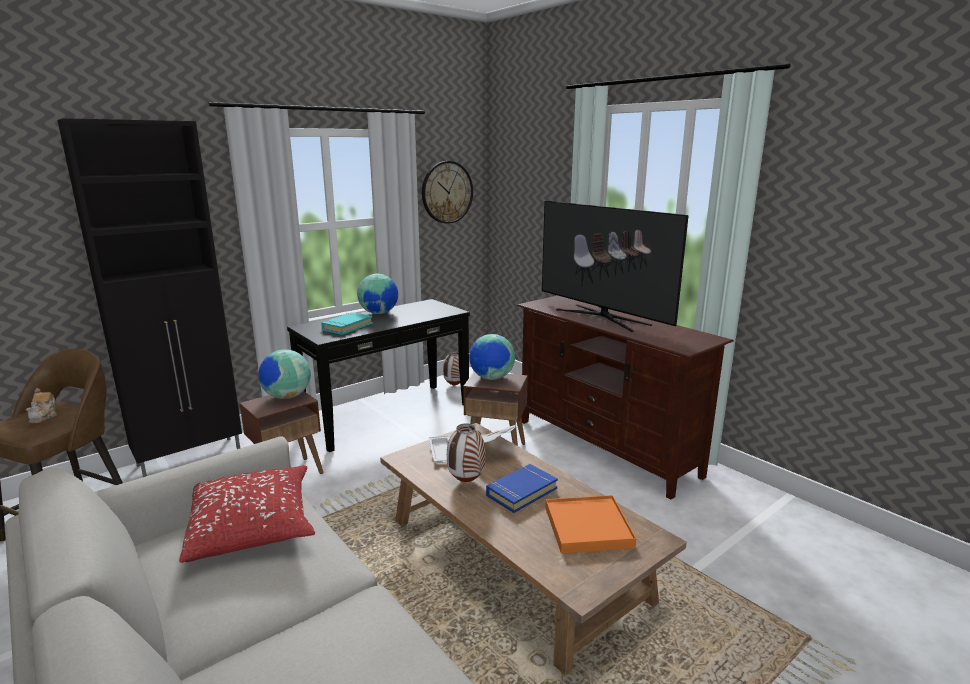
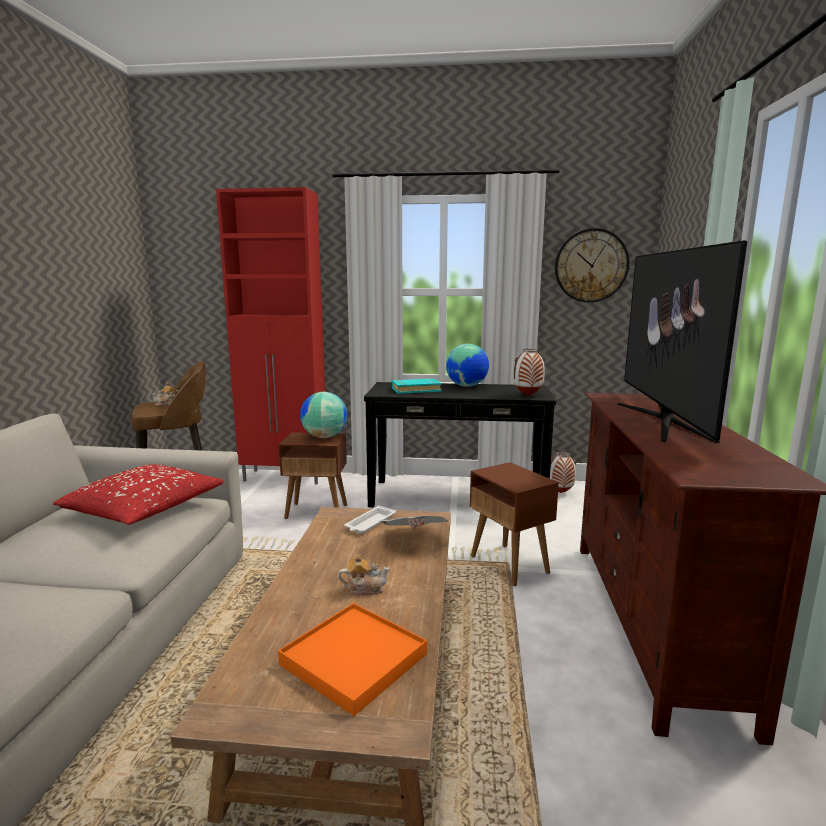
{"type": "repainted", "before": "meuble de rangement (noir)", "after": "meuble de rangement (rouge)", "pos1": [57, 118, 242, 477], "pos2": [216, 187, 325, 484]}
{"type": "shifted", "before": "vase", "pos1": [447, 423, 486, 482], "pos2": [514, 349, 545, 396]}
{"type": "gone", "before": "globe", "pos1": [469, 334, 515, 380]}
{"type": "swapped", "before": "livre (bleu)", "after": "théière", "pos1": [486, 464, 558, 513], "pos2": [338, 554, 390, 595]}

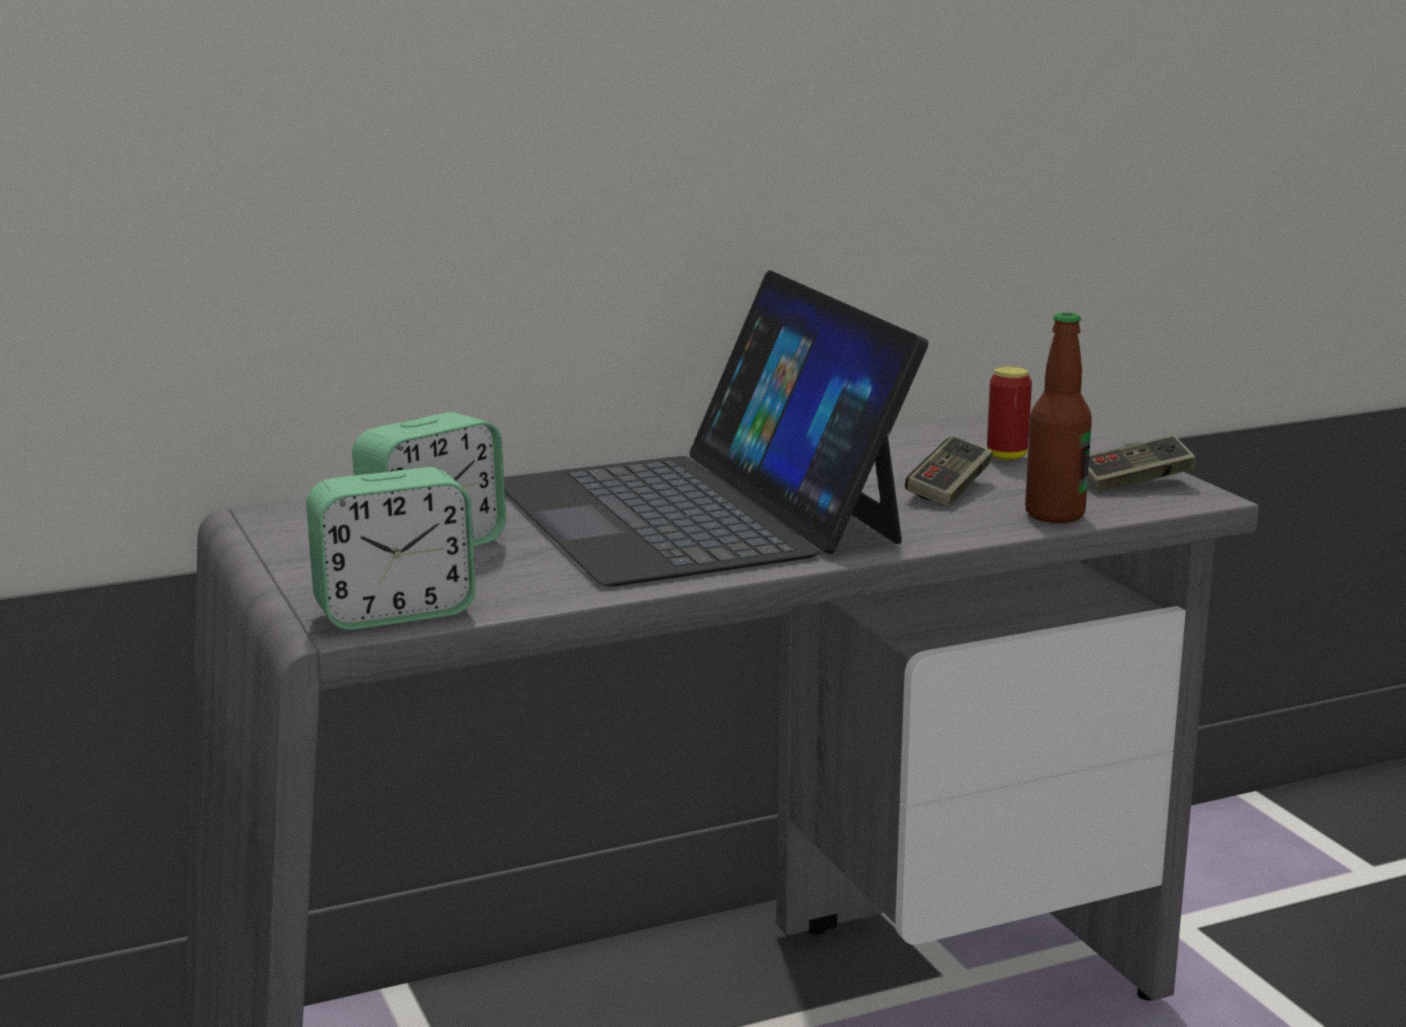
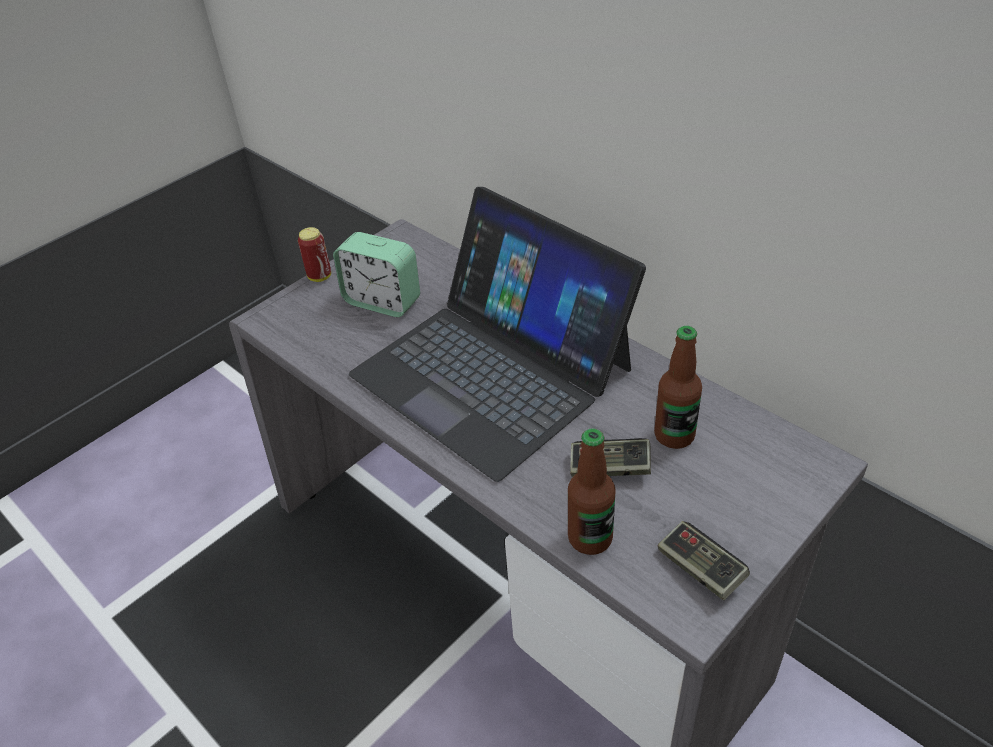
{"type": "gone", "before": "réveil", "pos1": [306, 467, 476, 630]}
{"type": "rotated", "before": "ordinateur portable", "pos1": [504, 270, 928, 587], "pos2": [349, 187, 646, 482], "turn": -90}
{"type": "shifted", "before": "boîte métallique", "pos1": [987, 366, 1032, 460], "pos2": [298, 227, 331, 282]}
{"type": "new", "after": "bouteille", "pos2": [654, 326, 702, 449]}

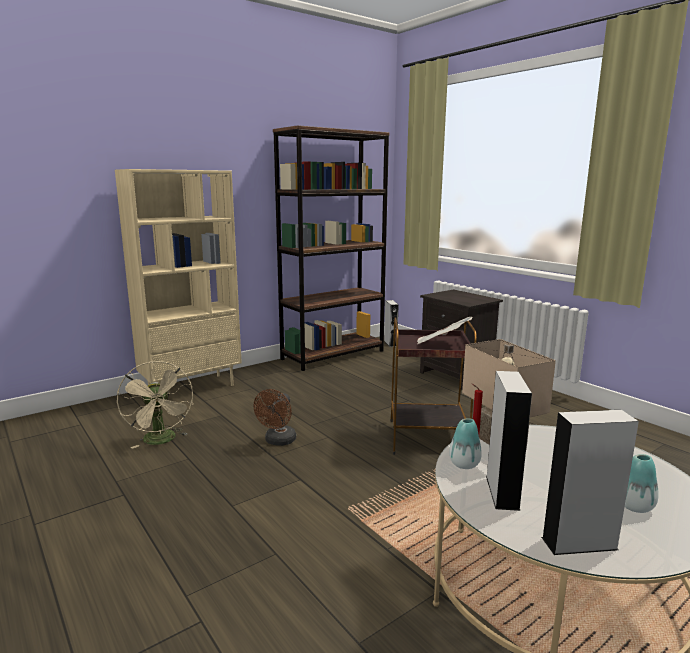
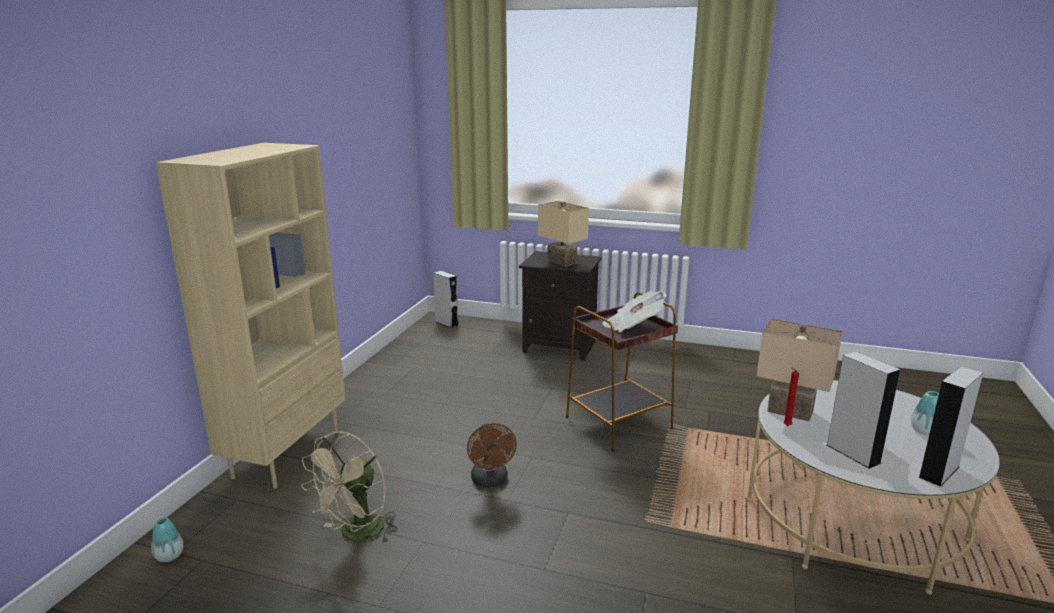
{"type": "rotated", "before": "ventilateur (beige)", "pos1": [117, 361, 193, 449], "pos2": [301, 431, 398, 544], "turn": 90}
{"type": "gone", "before": "bibliothèque (marron)", "pos1": [273, 125, 390, 371]}
{"type": "shifted", "before": "vase", "pos1": [449, 418, 482, 469], "pos2": [151, 517, 183, 562]}
{"type": "new", "after": "lampe de table (beige)", "pos2": [538, 201, 589, 267]}

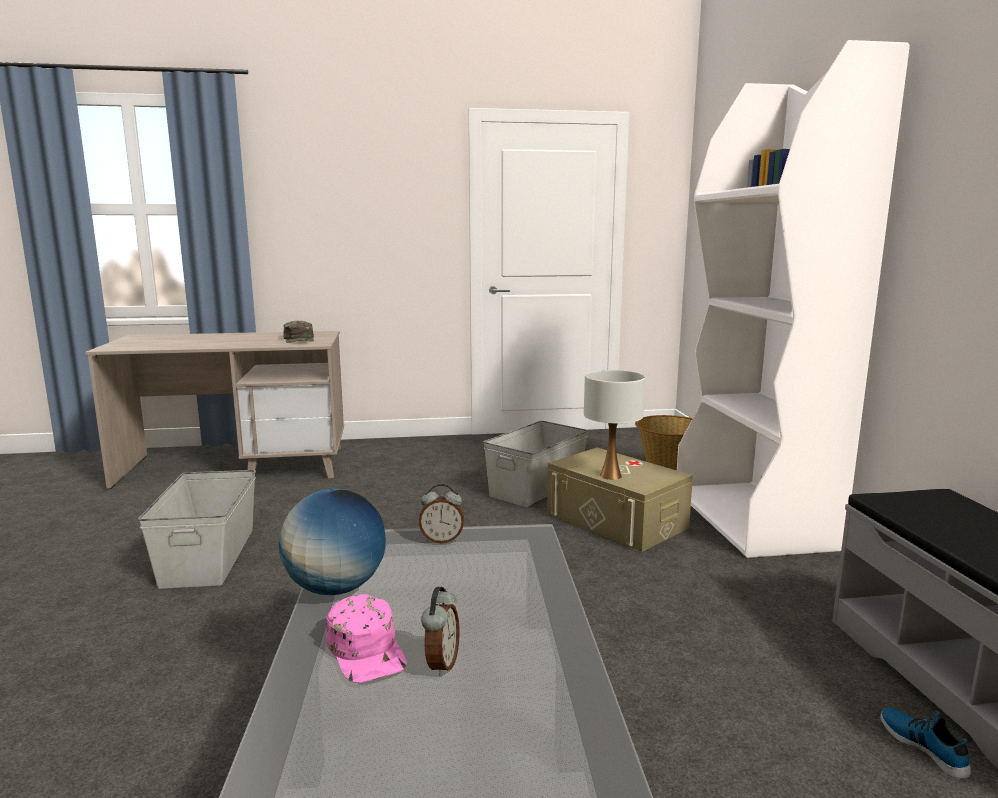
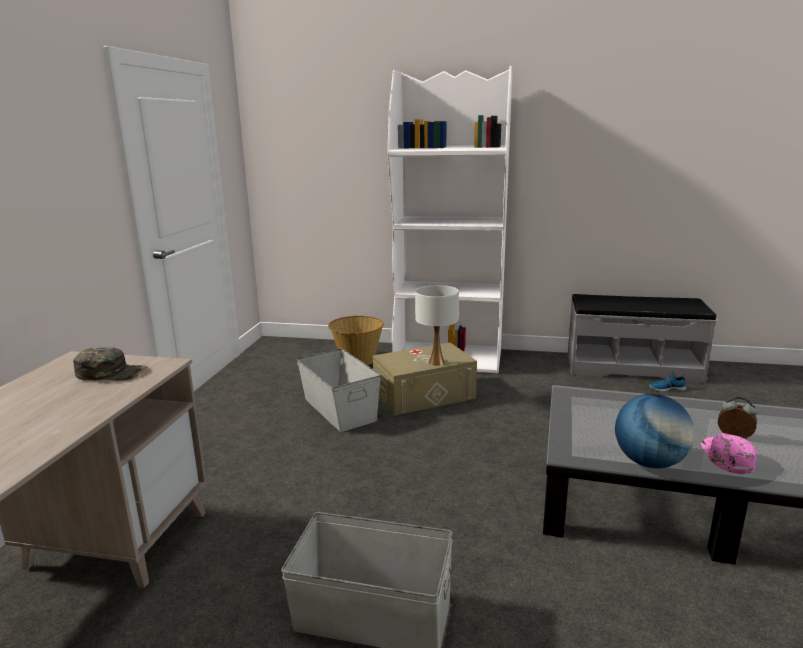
{"type": "rotated", "before": "casquette (rose)", "pos1": [326, 594, 407, 683], "pos2": [701, 433, 757, 474], "turn": -75}
{"type": "gone", "before": "réveil", "pos1": [419, 484, 464, 544]}

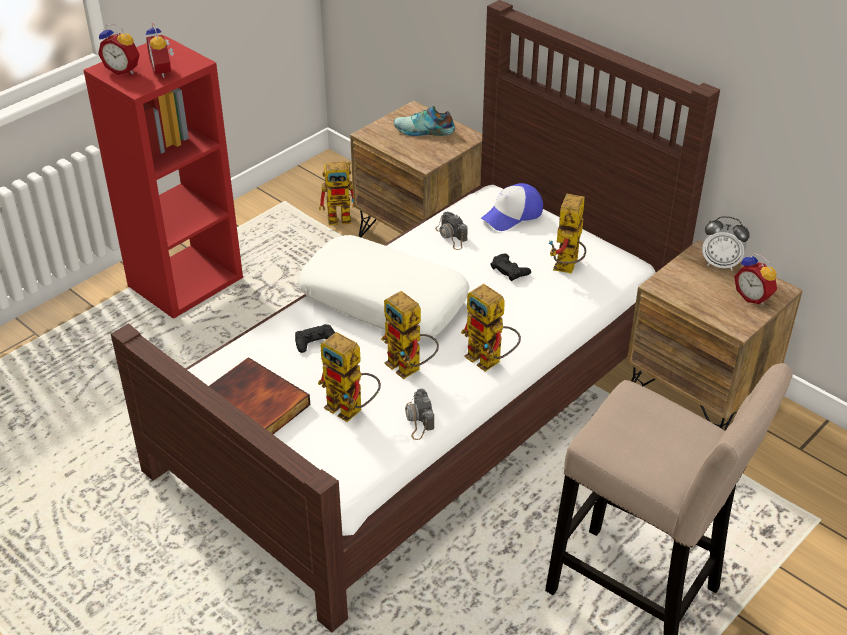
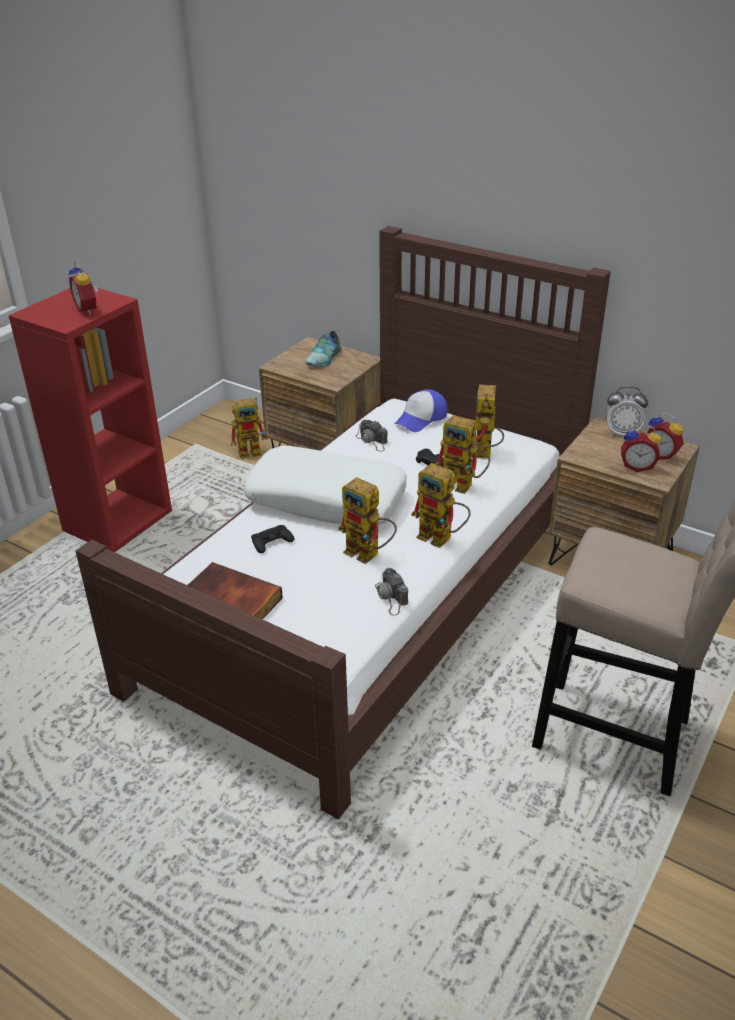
{"type": "shifted", "before": "réveil", "pos1": [98, 24, 140, 75], "pos2": [621, 425, 662, 472]}
{"type": "shifted", "before": "robot jouet", "pos1": [318, 332, 381, 422], "pos2": [435, 415, 490, 494]}
{"type": "rotated", "before": "chaussure", "pos1": [394, 106, 455, 136], "pos2": [306, 331, 341, 367], "turn": -60}

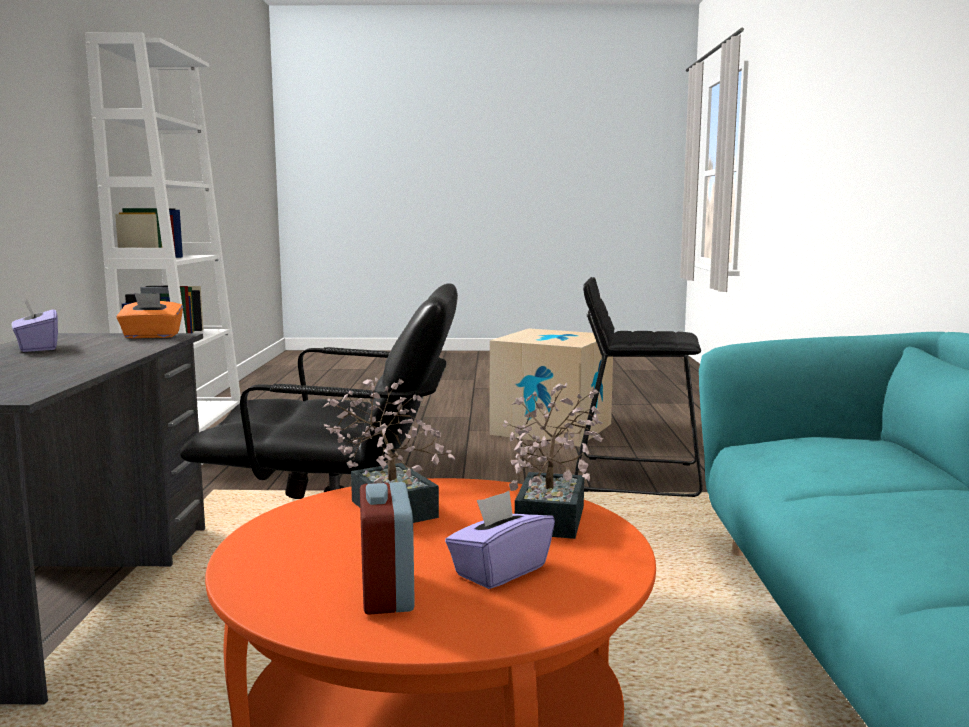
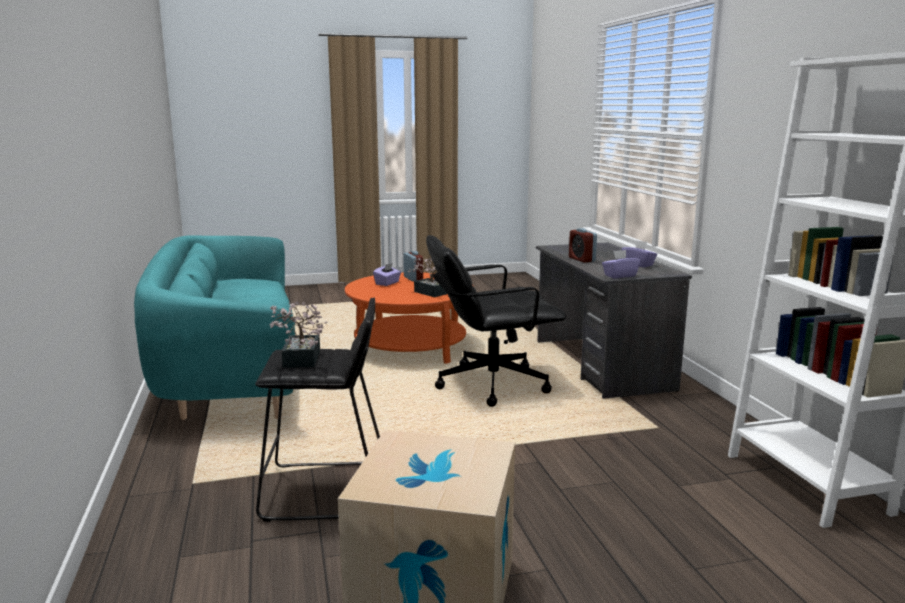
{"type": "repainted", "before": "boîte à mouchoirs (orange)", "after": "boîte à mouchoirs (violet)", "pos1": [116, 293, 183, 338], "pos2": [602, 250, 640, 278]}
{"type": "shifted", "before": "plante en pot", "pos1": [502, 383, 603, 539], "pos2": [269, 301, 327, 368]}
{"type": "new", "after": "réveil", "pos2": [569, 228, 597, 263]}

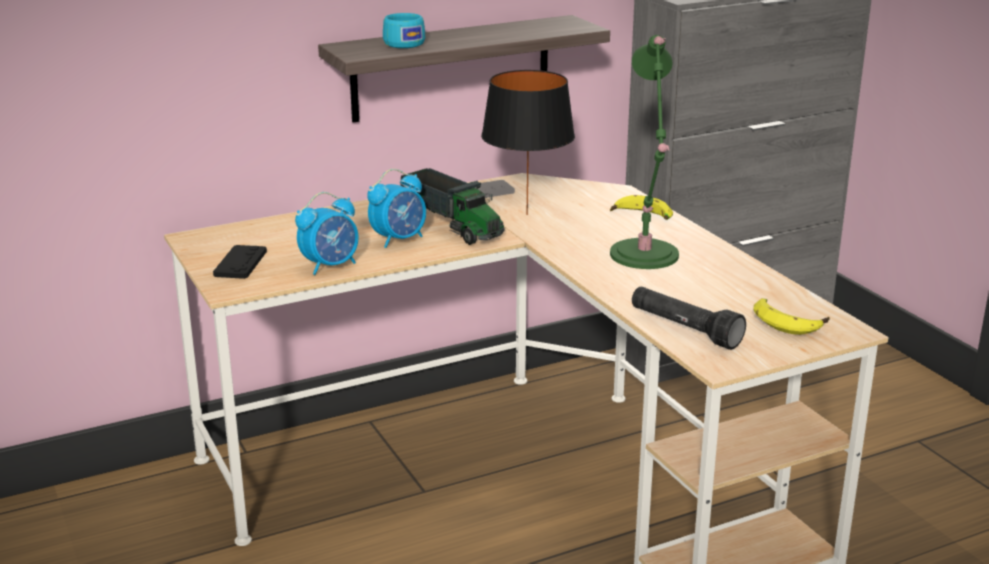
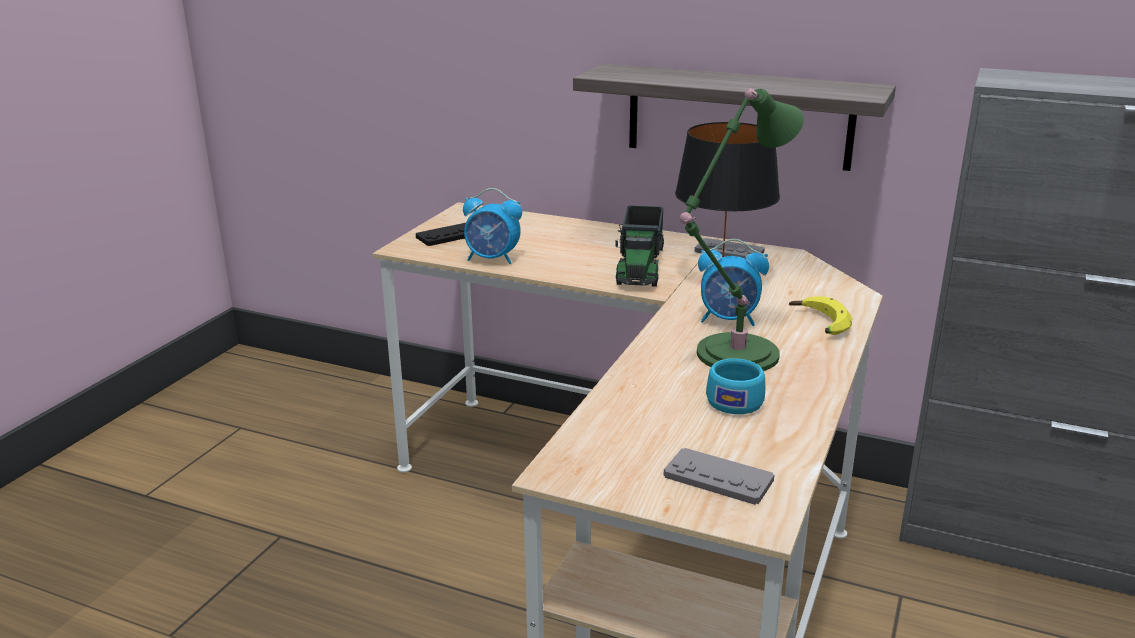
{"type": "shifted", "before": "réveil", "pos1": [367, 169, 426, 248], "pos2": [698, 239, 769, 326]}
{"type": "shifted", "before": "tasse (turquoise)", "pos1": [383, 13, 425, 48], "pos2": [706, 358, 765, 414]}
{"type": "gone", "before": "lampe de poche (noir)", "pos1": [632, 287, 746, 350]}
{"type": "swapped", "before": "banane", "after": "manette (gris)", "pos1": [753, 298, 830, 335], "pos2": [663, 448, 774, 505]}

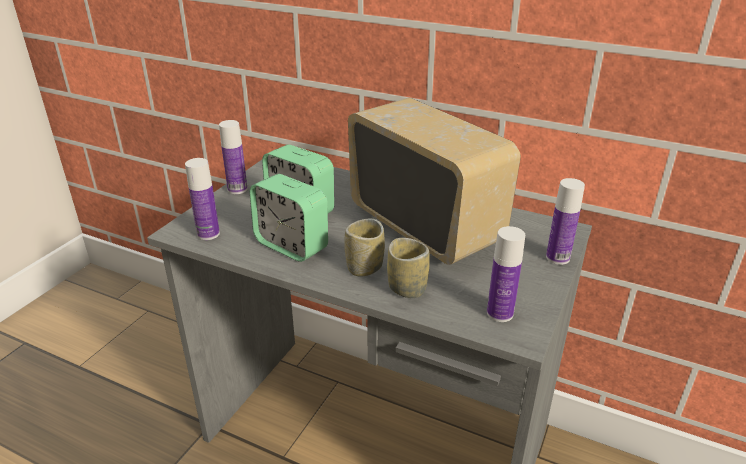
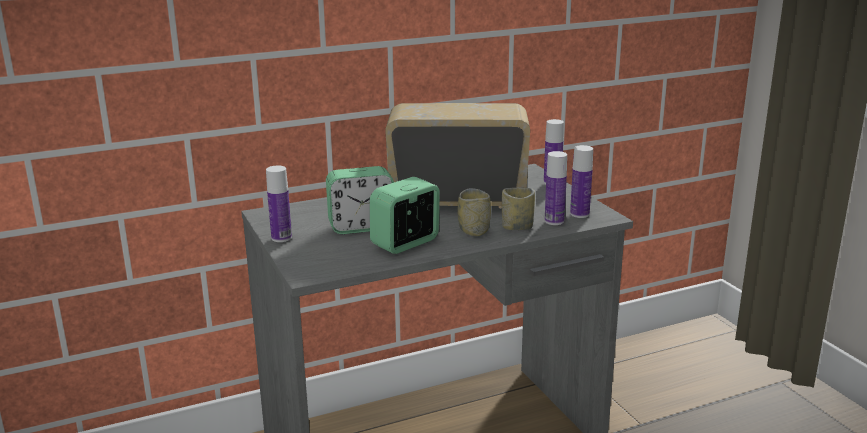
{"type": "shifted", "before": "bouteille", "pos1": [185, 158, 220, 240], "pos2": [545, 151, 567, 225]}
{"type": "rotated", "before": "réveil", "pos1": [250, 174, 328, 262], "pos2": [370, 177, 440, 254], "turn": 150}

